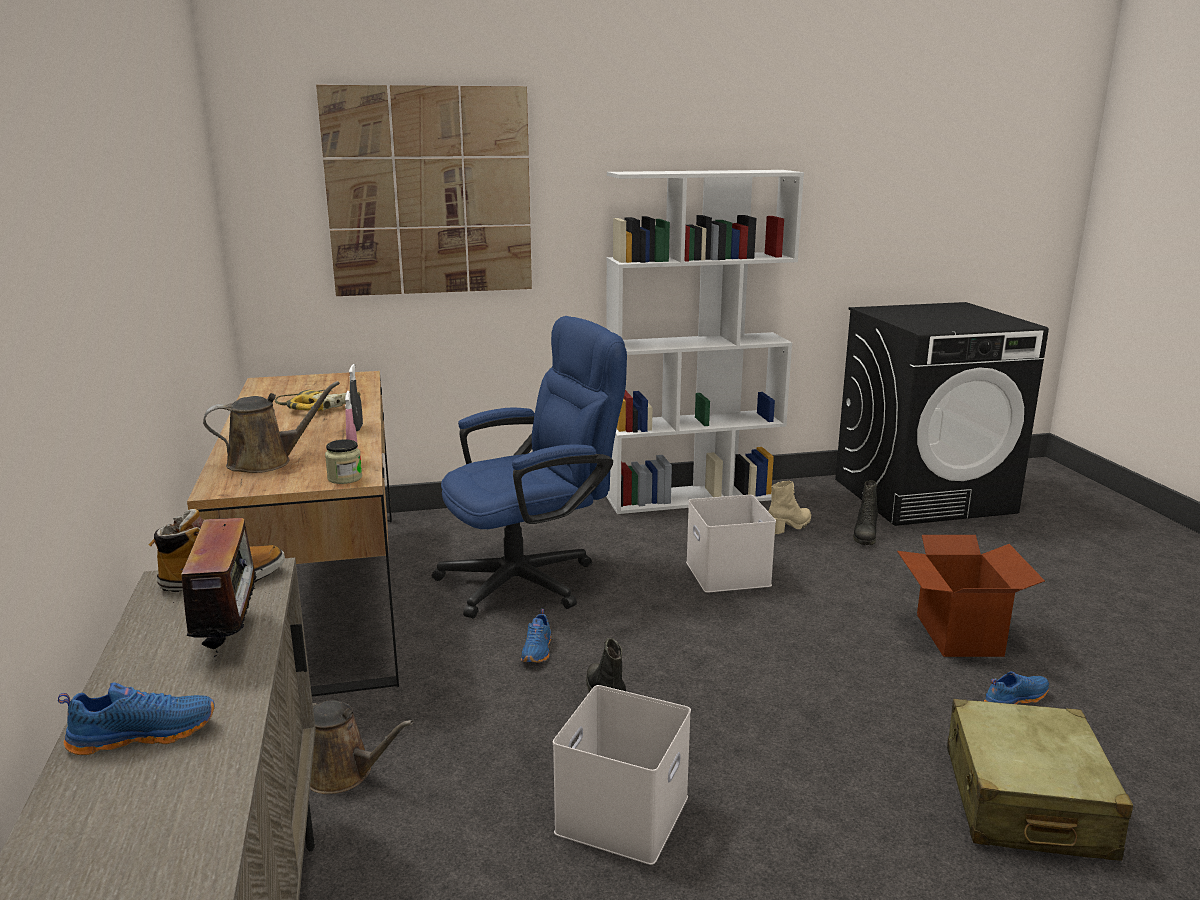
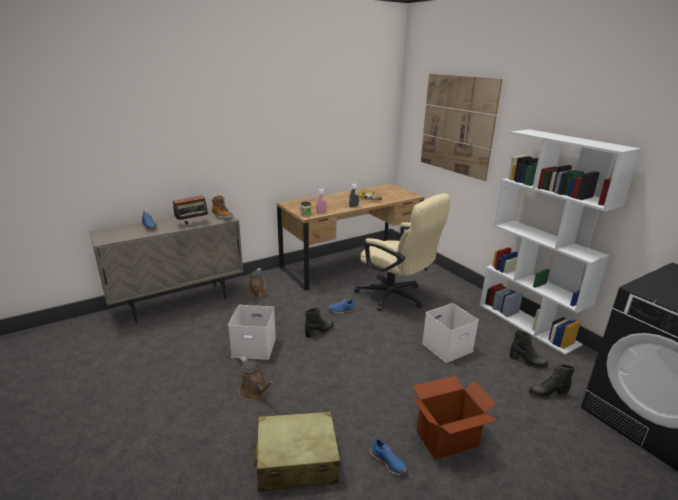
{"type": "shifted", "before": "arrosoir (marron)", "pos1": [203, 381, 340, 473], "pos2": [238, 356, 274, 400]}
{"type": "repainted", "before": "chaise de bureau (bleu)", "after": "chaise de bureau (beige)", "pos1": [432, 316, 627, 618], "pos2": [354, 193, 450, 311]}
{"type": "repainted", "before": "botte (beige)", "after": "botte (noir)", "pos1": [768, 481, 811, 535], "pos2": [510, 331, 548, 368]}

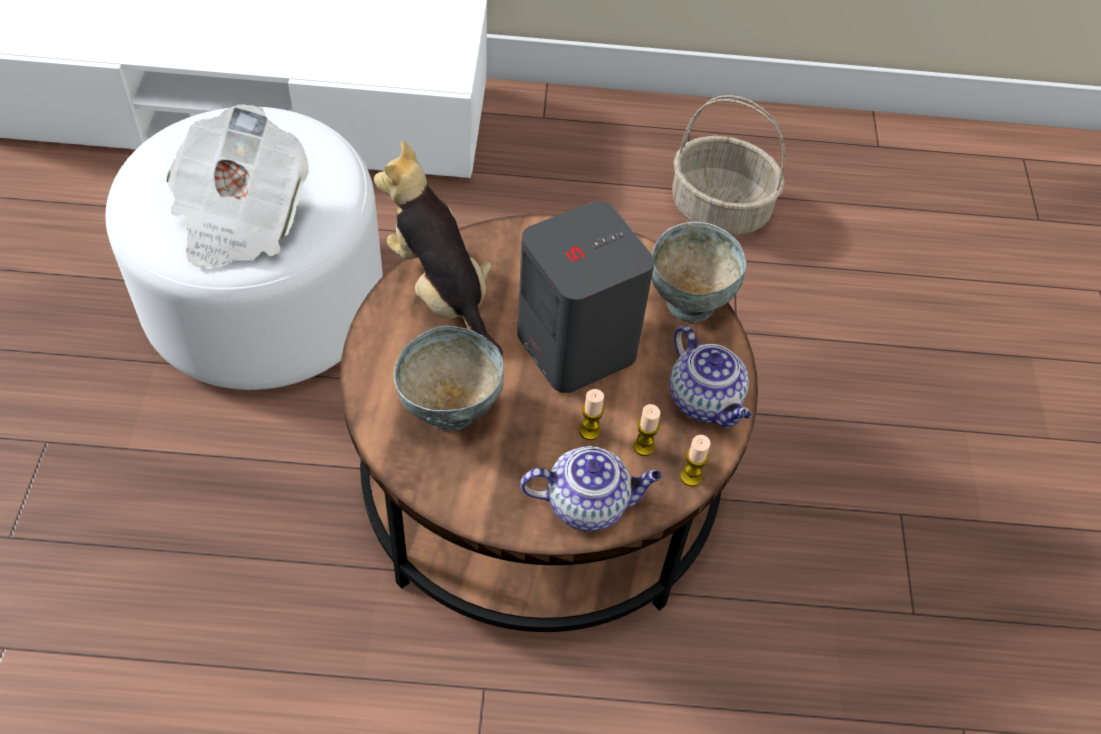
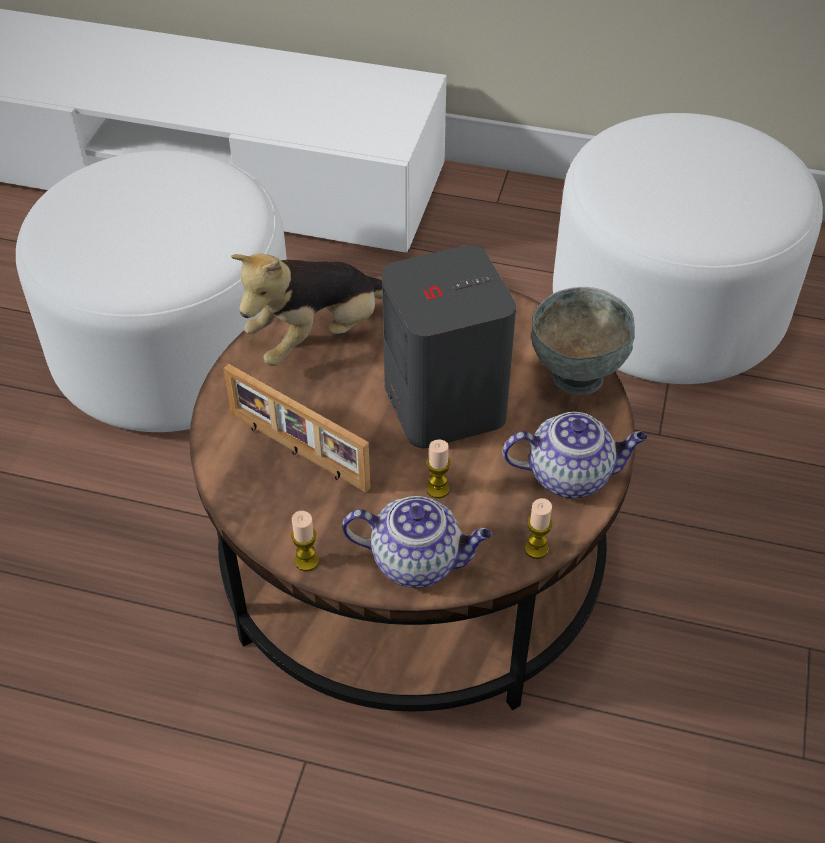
{"type": "gone", "before": "journal", "pos1": [166, 104, 309, 267]}
{"type": "rotated", "before": "peluche", "pos1": [374, 141, 503, 356], "pos2": [231, 253, 383, 366], "turn": -105}
{"type": "swapped", "before": "bol (gris)", "after": "cadre photo", "pos1": [394, 326, 504, 431], "pos2": [224, 364, 371, 493]}
{"type": "shifted", "before": "bougie", "pos1": [633, 404, 661, 456], "pos2": [291, 511, 319, 571]}
{"type": "rotated", "before": "théière", "pos1": [670, 326, 751, 428], "pos2": [503, 412, 647, 498], "turn": -75}
{"type": "swapped", "before": "panier", "after": "pouf (blanc)", "pos1": [672, 95, 785, 236], "pos2": [553, 113, 823, 384]}

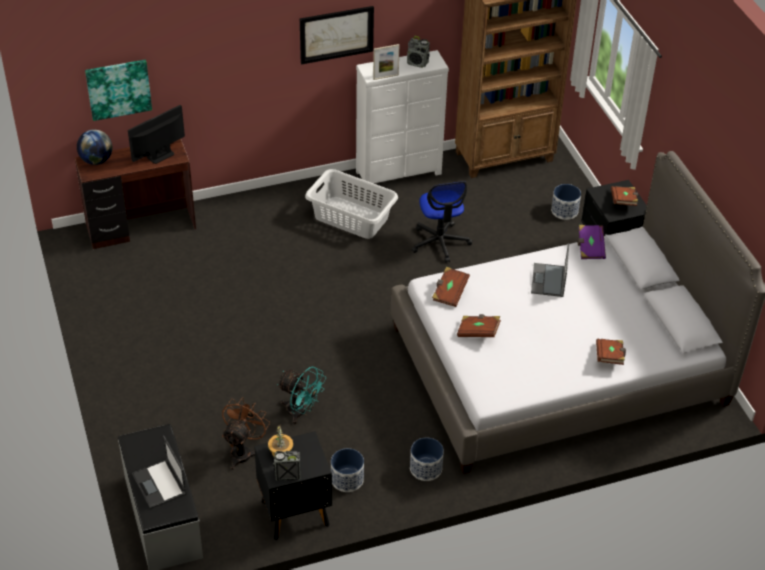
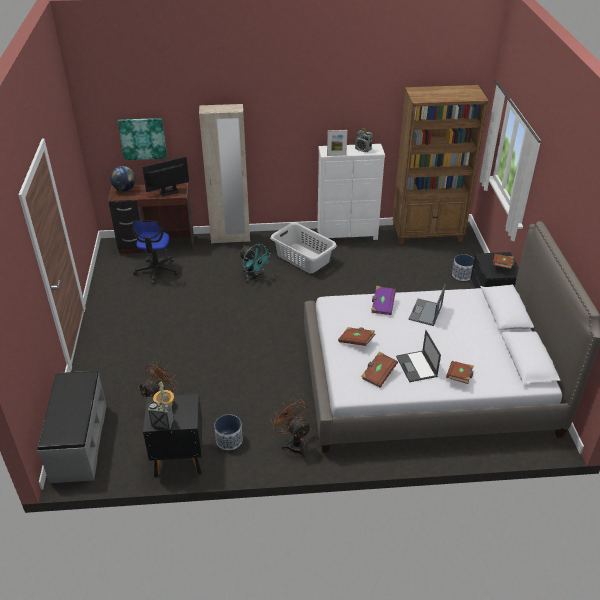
{"type": "shifted", "before": "ordinateur portable", "pos1": [132, 436, 187, 509], "pos2": [396, 330, 441, 382]}
{"type": "shifted", "before": "ventilateur (turquoise)", "pos1": [277, 367, 326, 424], "pos2": [239, 244, 270, 283]}
{"type": "gone", "before": "tableau", "pos1": [300, 6, 374, 64]}
{"type": "swapped", "before": "cache-pot", "after": "ventilateur (marron)", "pos1": [410, 437, 444, 481], "pos2": [270, 398, 311, 458]}
{"type": "shifted", "before": "chaise de bureau", "pos1": [411, 181, 472, 263], "pos2": [132, 221, 179, 284]}
{"type": "shifted", "before": "livre (marron)", "pos1": [432, 267, 470, 307], "pos2": [361, 352, 398, 388]}
{"type": "shifted", "before": "livre (violet)", "pos1": [578, 225, 606, 259], "pos2": [371, 286, 396, 315]}
{"type": "new", "after": "armoire (beige)", "pos2": [199, 104, 250, 243]}

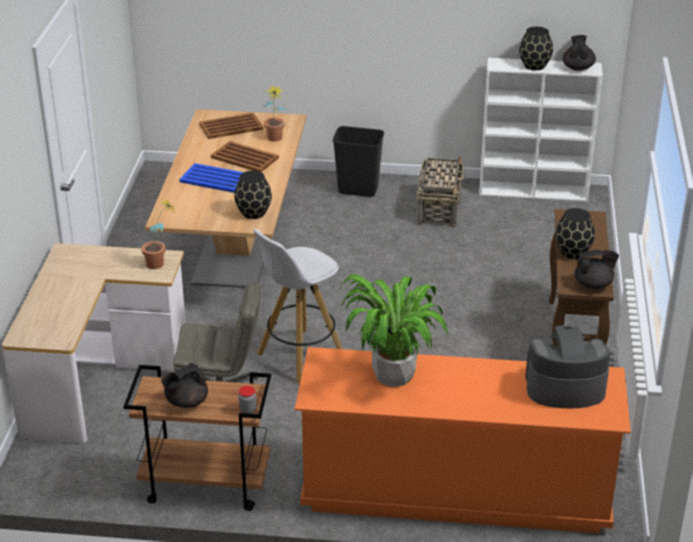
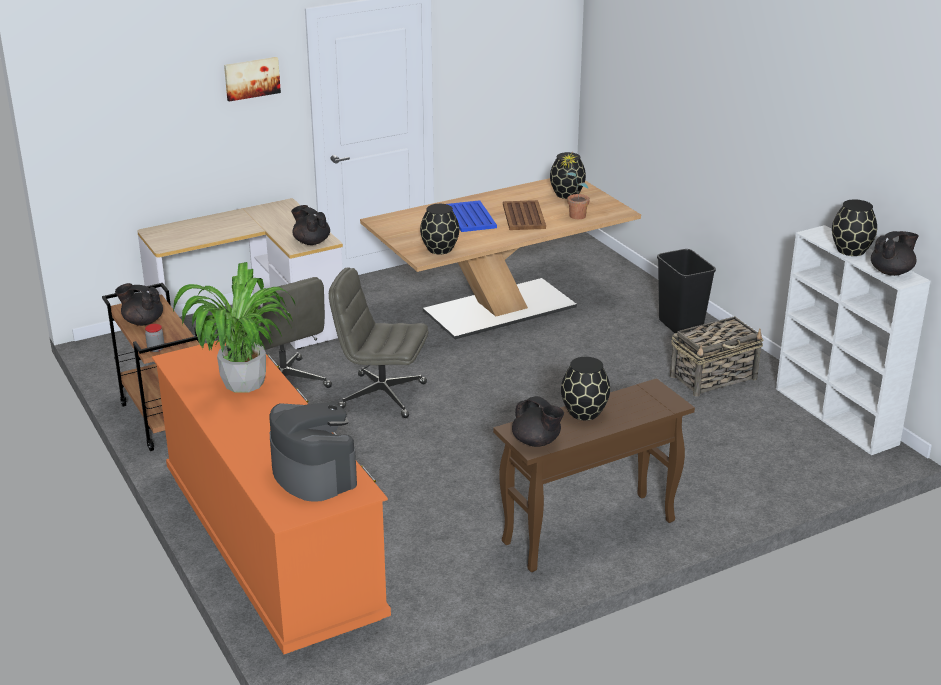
{"type": "swapped", "before": "plante en pot", "after": "théière (noir)", "pos1": [141, 199, 175, 269], "pos2": [291, 205, 330, 245]}
{"type": "swapped", "before": "plateau (marron)", "after": "vase (noir)", "pos1": [199, 112, 263, 139], "pos2": [550, 152, 586, 199]}
{"type": "swapped", "before": "tabouret (blanc)", "after": "chaise de bureau (gris)", "pos1": [253, 229, 343, 384], "pos2": [329, 268, 428, 418]}
{"type": "new", "after": "tableau", "pos2": [224, 57, 281, 102]}

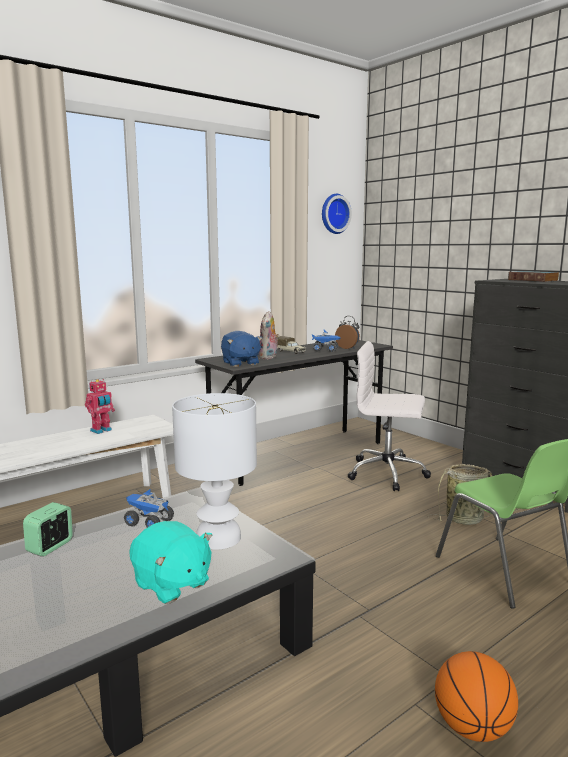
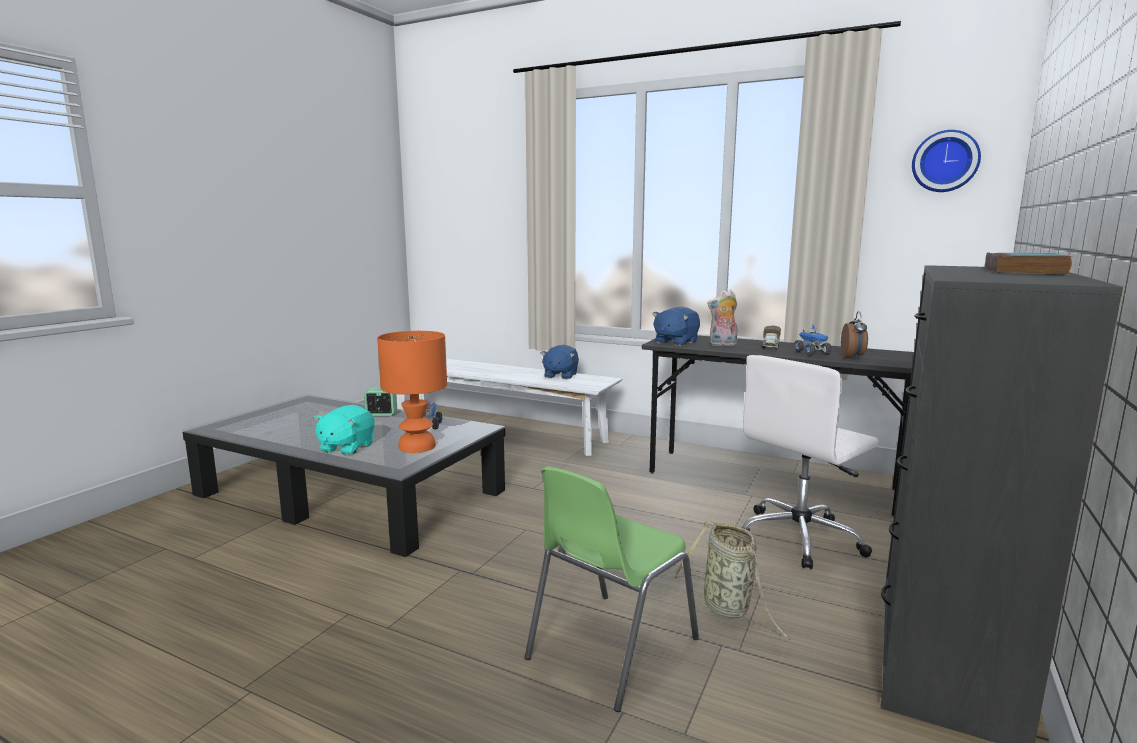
{"type": "swapped", "before": "robot jouet", "after": "peluche (bleu)", "pos1": [85, 379, 115, 434], "pos2": [541, 345, 579, 379]}
{"type": "repainted", "before": "lampe de table (blanc)", "after": "lampe de table (orange)", "pos1": [172, 393, 257, 550], "pos2": [377, 331, 447, 453]}
{"type": "rotated", "before": "chaise de bureau (blanc)", "pos1": [348, 341, 431, 491], "pos2": [742, 355, 879, 569], "turn": -120}
{"type": "gone", "before": "ballon de basket", "pos1": [435, 651, 518, 742]}

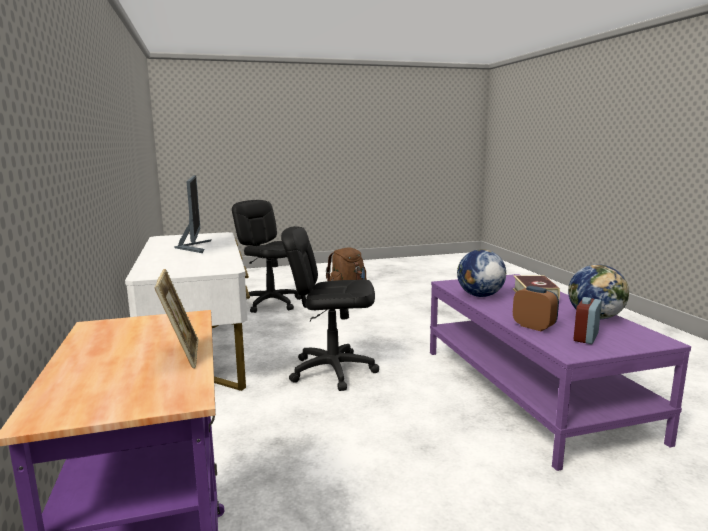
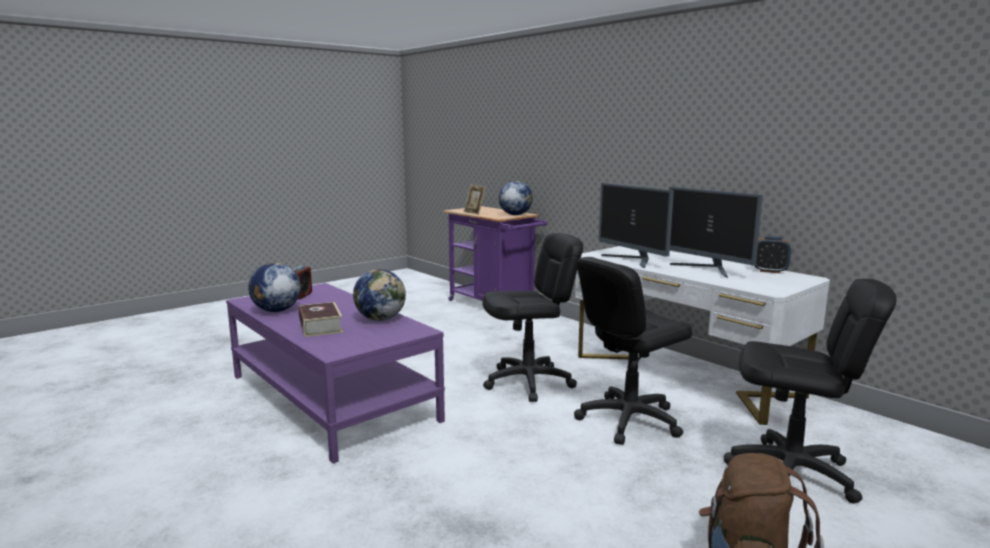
{"type": "shifted", "before": "réveil", "pos1": [513, 286, 559, 331], "pos2": [754, 236, 791, 273]}
{"type": "new", "after": "globe", "pos2": [499, 181, 533, 215]}
{"type": "new", "after": "chaise de bureau (noir)", "pos2": [574, 257, 692, 445]}
{"type": "new", "after": "écran d'ordinateur", "pos2": [599, 183, 674, 268]}

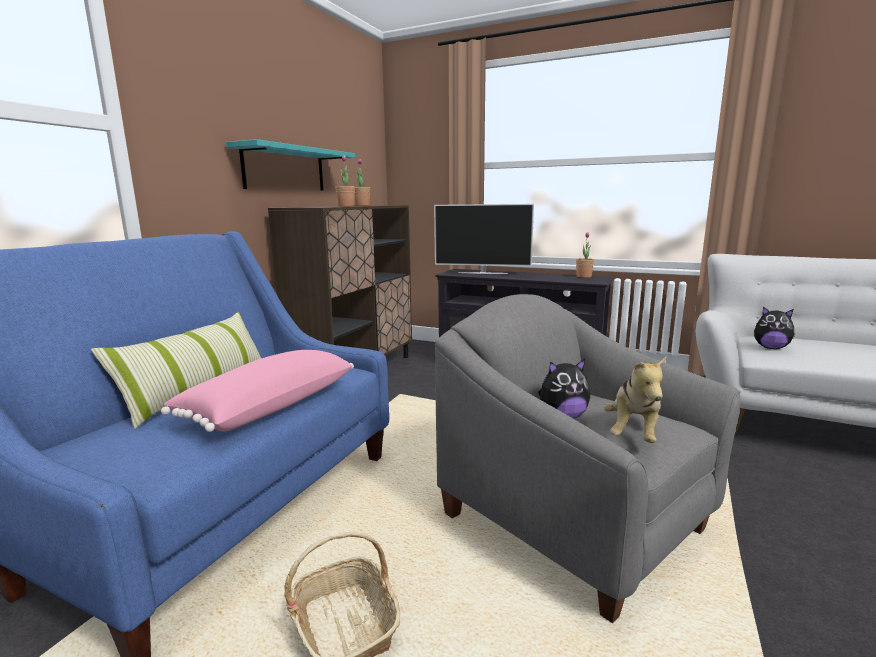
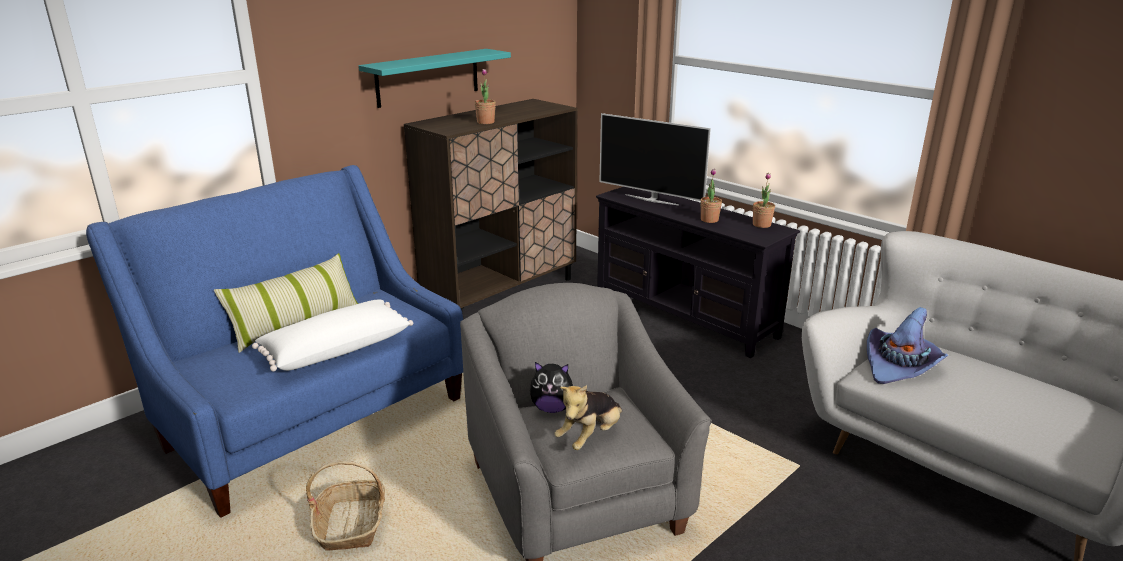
{"type": "repainted", "before": "coussin (rose)", "after": "coussin (blanc)", "pos1": [161, 350, 354, 432], "pos2": [252, 299, 413, 372]}
{"type": "shifted", "before": "plante en pot", "pos1": [354, 159, 370, 206], "pos2": [700, 169, 722, 223]}
{"type": "swapped", "before": "peluche", "after": "chapeau (violet)", "pos1": [754, 307, 795, 349], "pos2": [867, 307, 948, 384]}

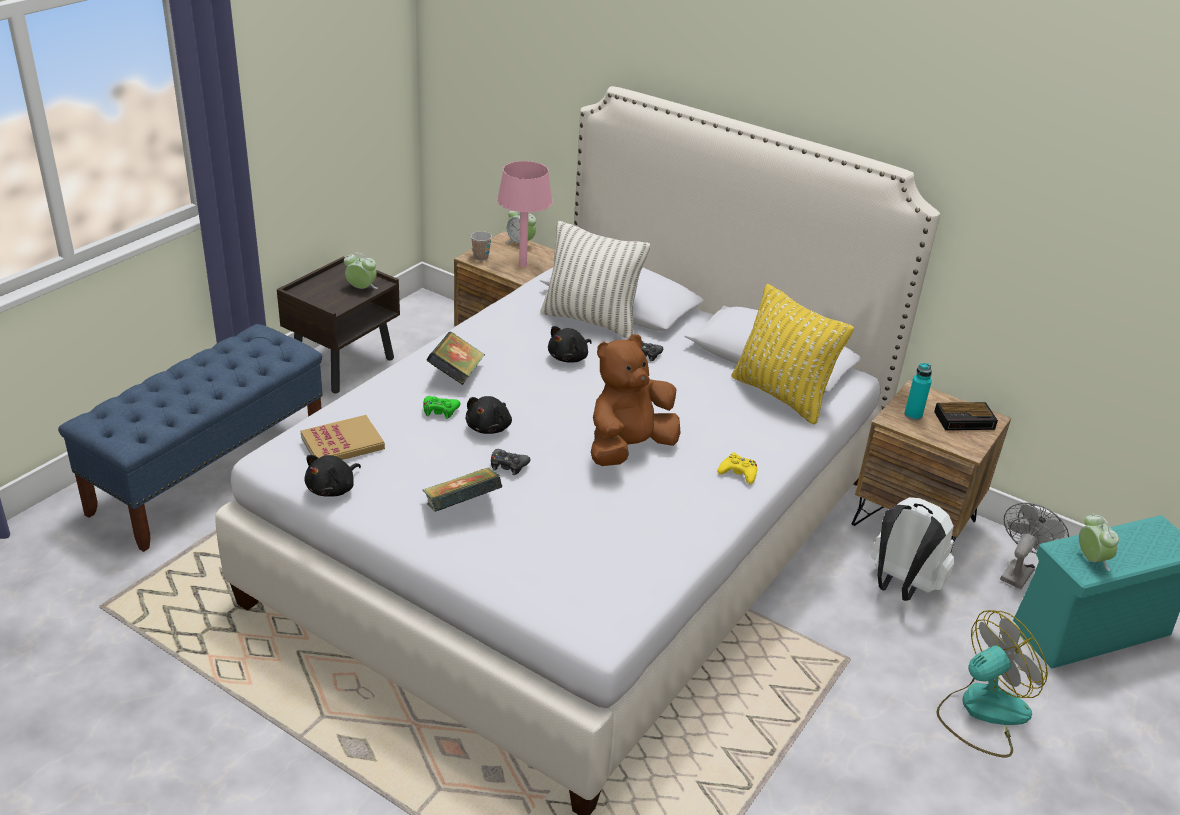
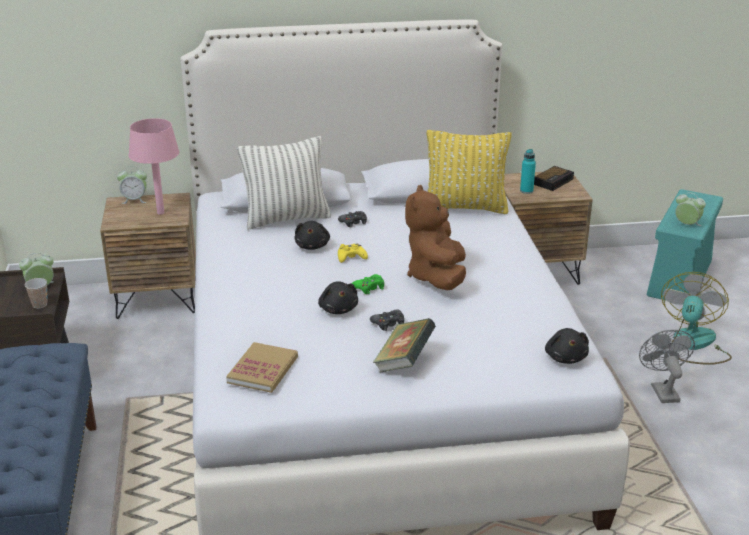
{"type": "shifted", "before": "peluche (noir)", "pos1": [304, 455, 361, 497], "pos2": [545, 328, 589, 364]}
{"type": "shifted", "before": "manette (vert)", "pos1": [423, 396, 460, 419], "pos2": [352, 274, 384, 294]}
{"type": "gone", "before": "livre", "pos1": [427, 332, 485, 385]}
{"type": "shifted", "before": "tasse", "pos1": [471, 231, 492, 261], "pos2": [25, 278, 48, 308]}
{"type": "shifted", "before": "manette (jaune)", "pos1": [717, 453, 757, 484], "pos2": [338, 244, 368, 263]}
{"type": "gone", "before": "sac à dos (blanc)", "pos1": [871, 497, 954, 601]}
{"type": "shifted", "before": "ventilateur (gris)", "pos1": [1000, 503, 1069, 589], "pos2": [639, 330, 695, 403]}

